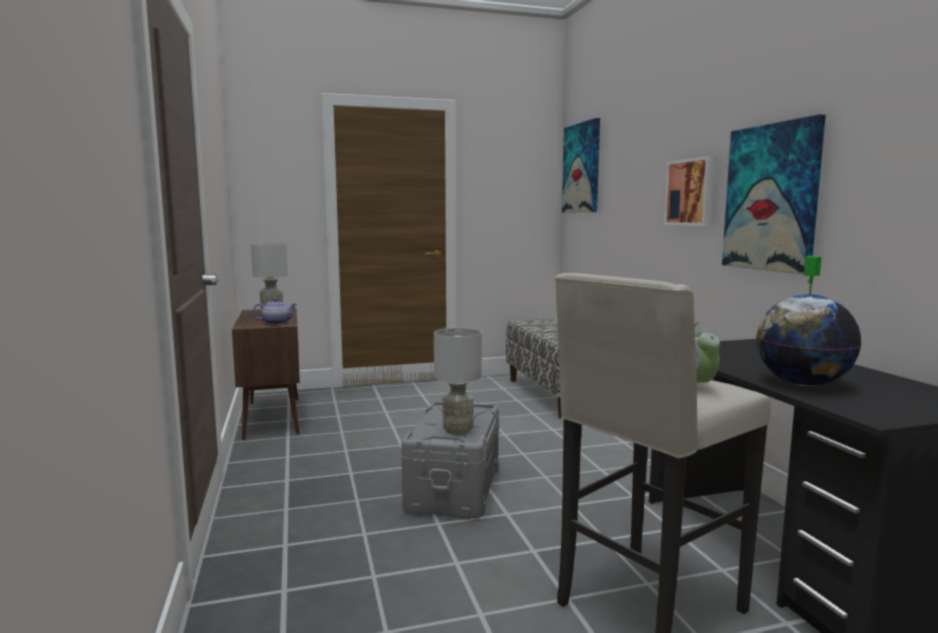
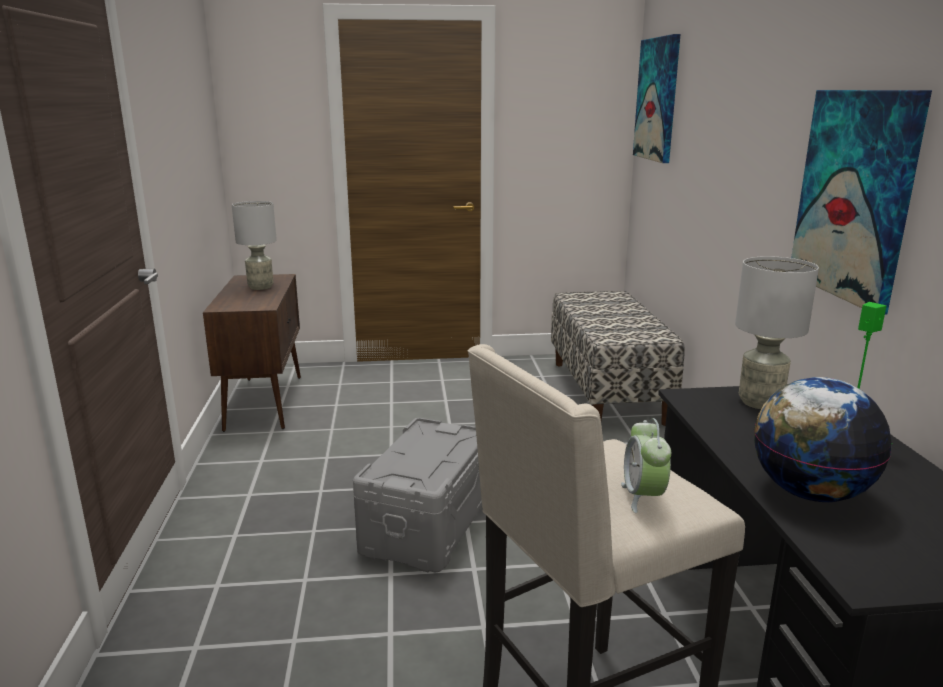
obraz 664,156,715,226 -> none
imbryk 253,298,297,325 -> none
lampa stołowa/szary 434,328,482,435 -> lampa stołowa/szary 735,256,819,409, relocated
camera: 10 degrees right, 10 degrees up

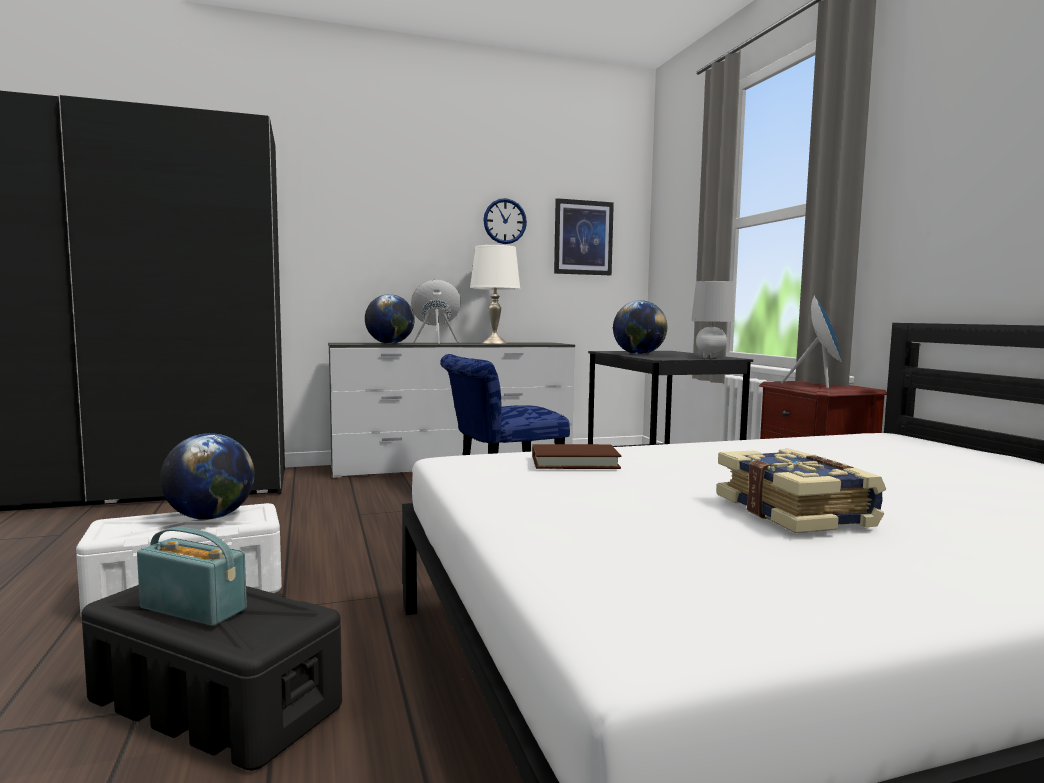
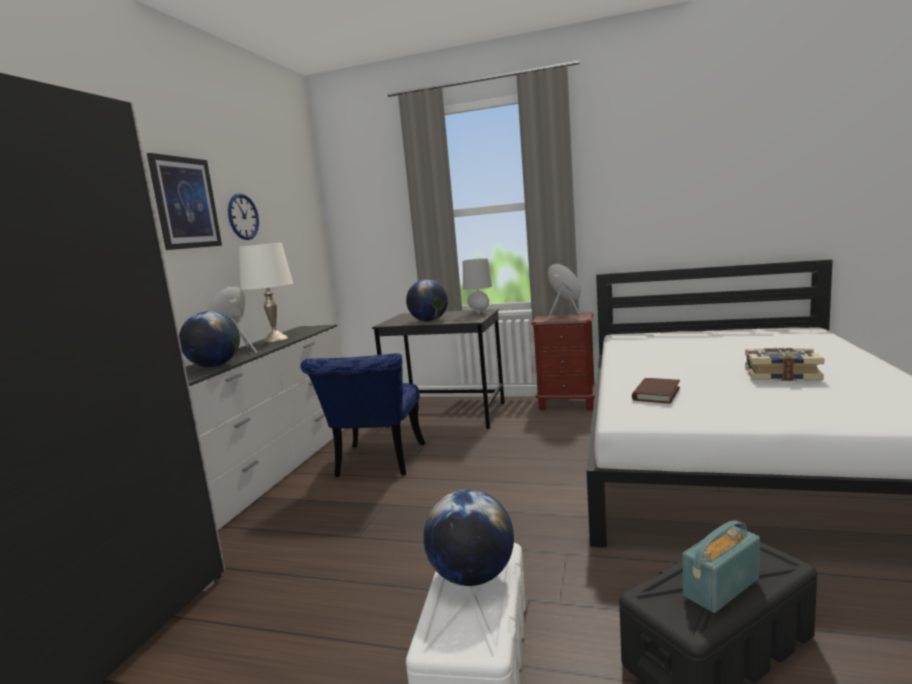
obraz 554,198,614,275 -> obraz 147,153,222,250, relocated
camera: 55 degrees left, 5 degrees up

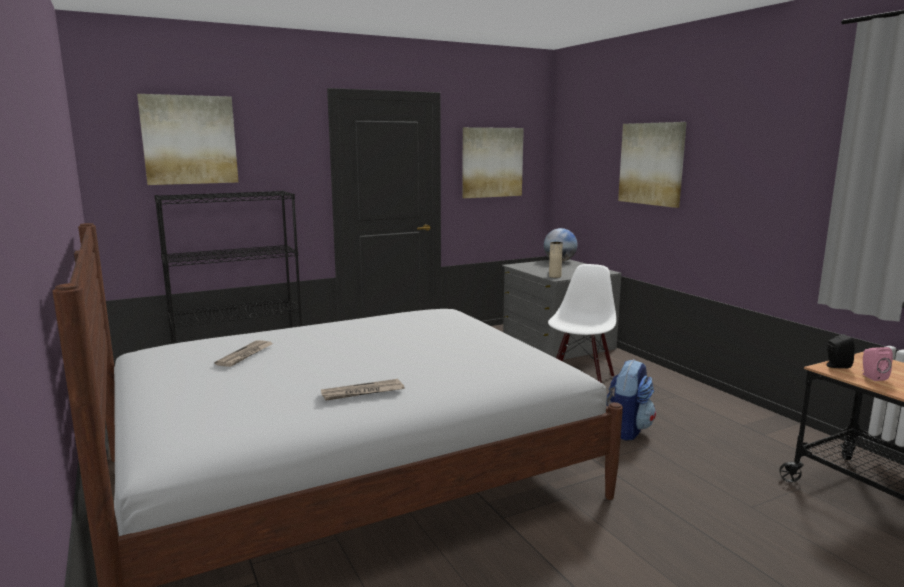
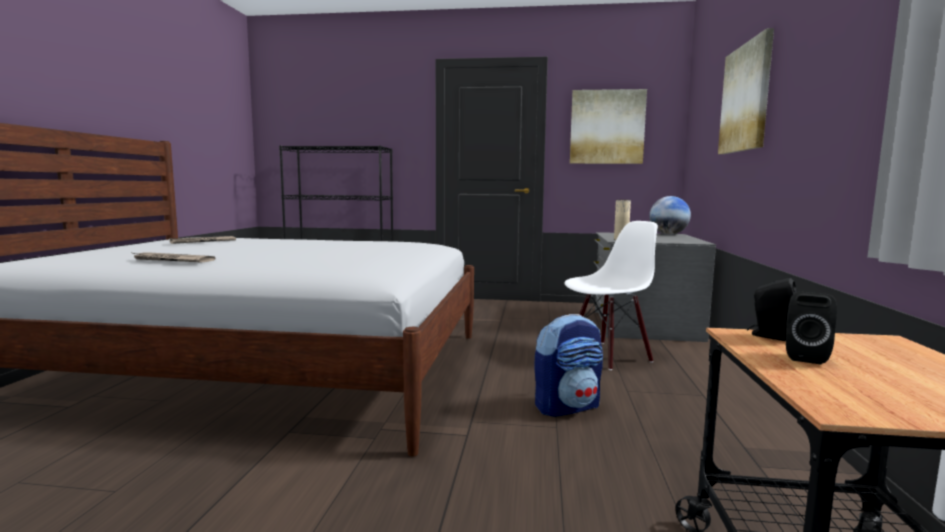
obraz 137,94,239,185 -> none
głośnik/różowy 862,347,893,381 -> głośnik/czarny 786,292,837,364
camera: 35 degrees right, 5 degrees down

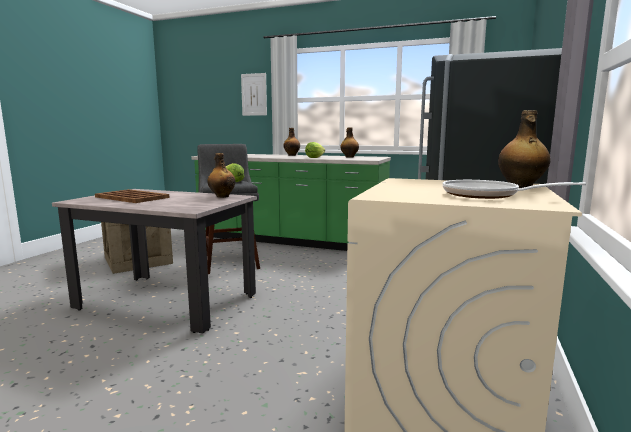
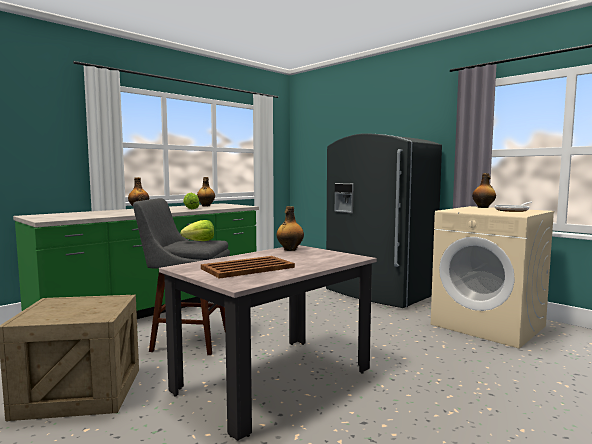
obraz 241,73,267,116 -> none
camera: 65 degrees left, 5 degrees down

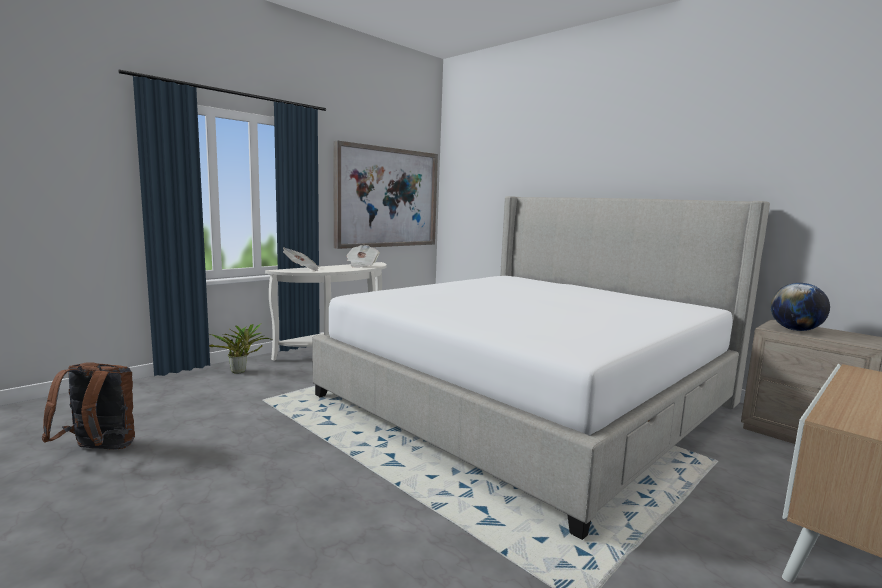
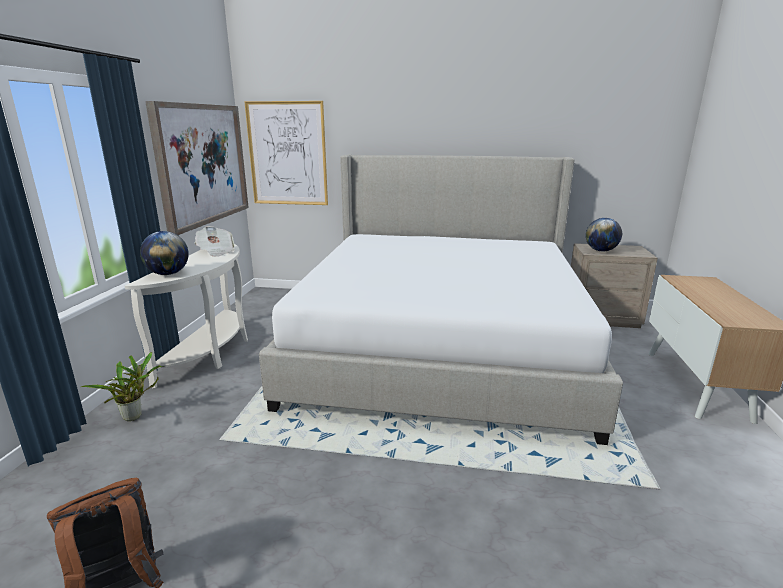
gazeta 283,248,319,271 -> globus 140,231,189,275
none -> obraz 244,101,328,205
camera: 35 degrees left, 10 degrees up

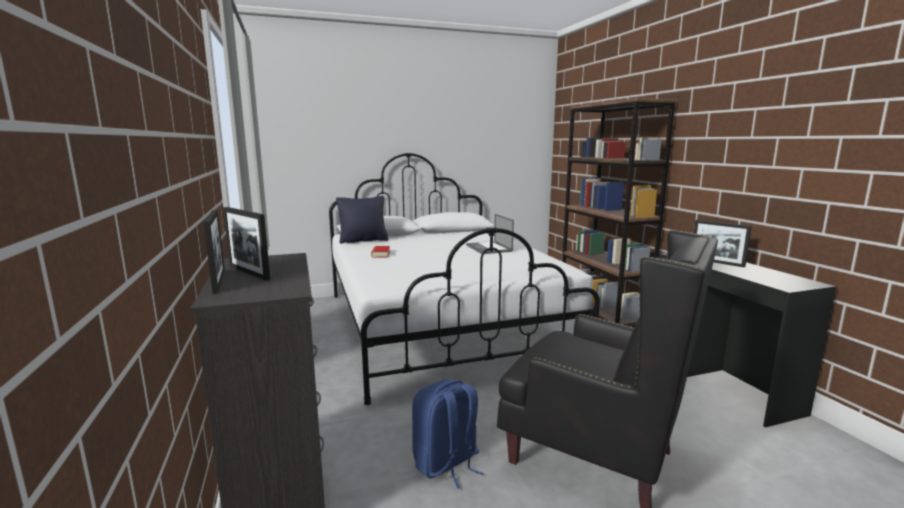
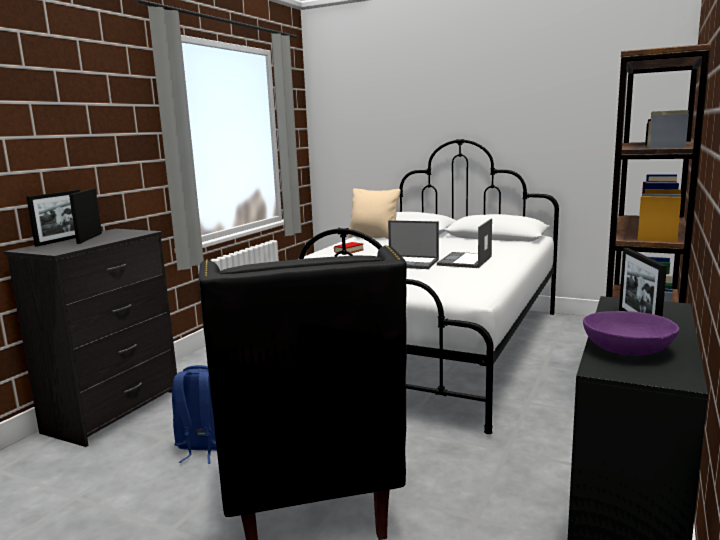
poduszka/czarny 336,196,388,244 -> poduszka/beżowy 348,188,401,239
none -> laptop 388,220,439,269
none -> miska/fioletowy 583,311,679,356
camera: 45 degrees right, 0 degrees up

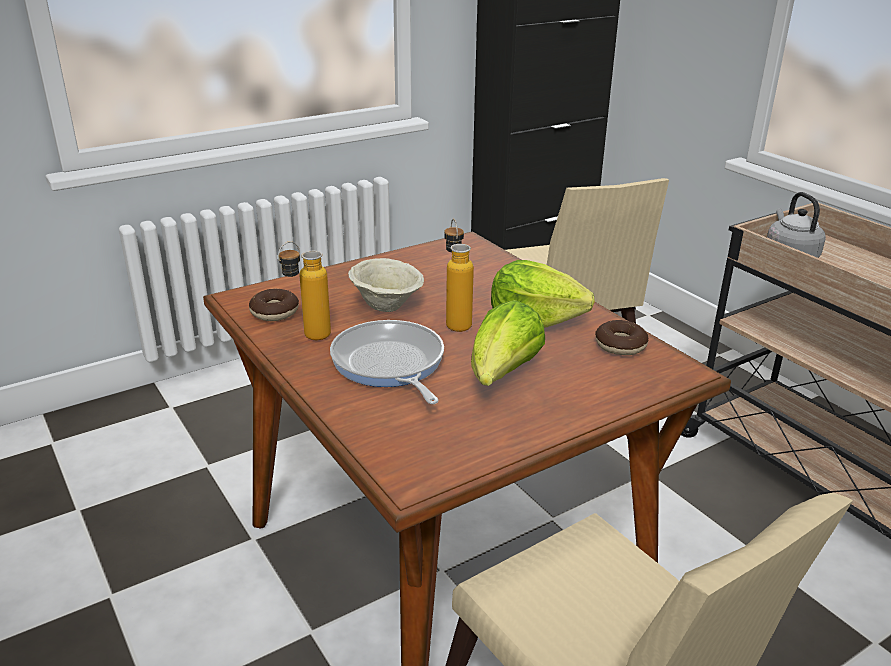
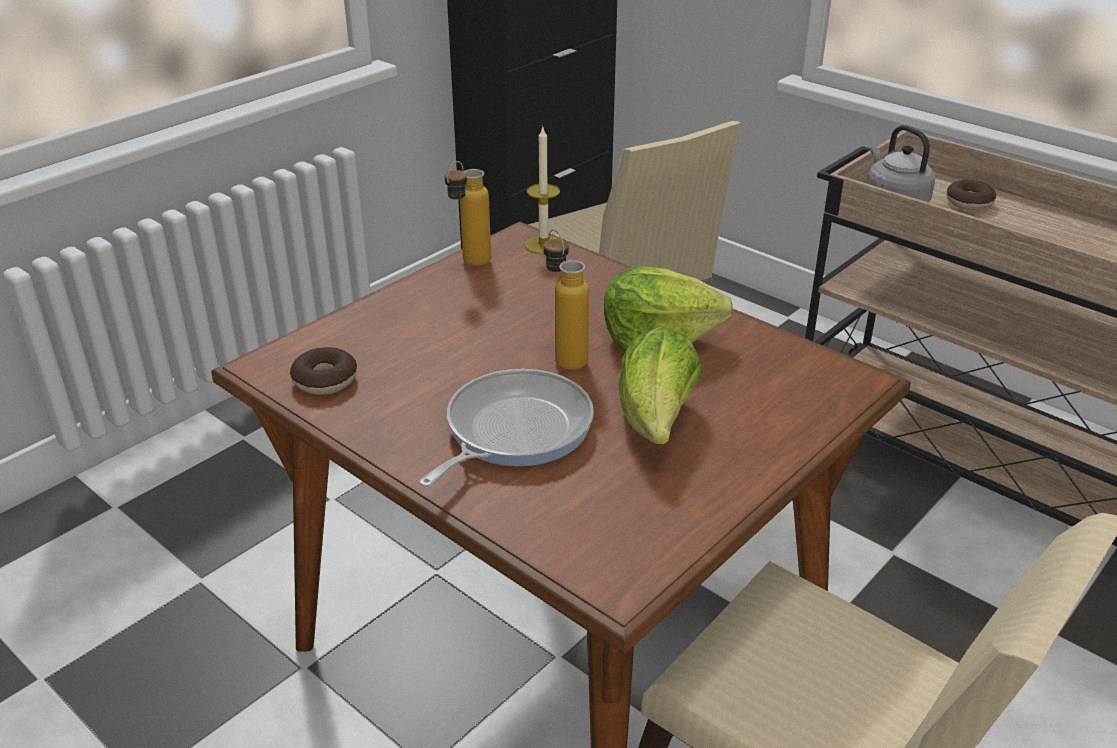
butelka 278,241,331,340 -> butelka 444,161,491,266, relocated
miska/beżowy 348,258,424,312 -> none
patelnia 330,320,444,404 -> patelnia 419,369,594,487, 75 degrees clockwise
donut 595,320,648,355 -> donut 946,180,996,210, relocated
none -> świeca 525,127,560,254
camera: 15 degrees left, 5 degrees up

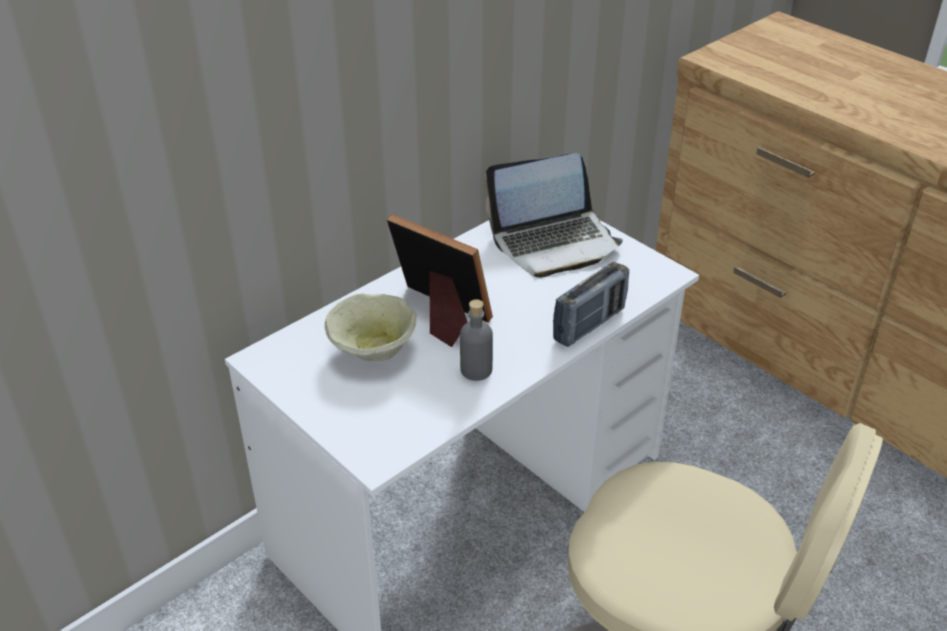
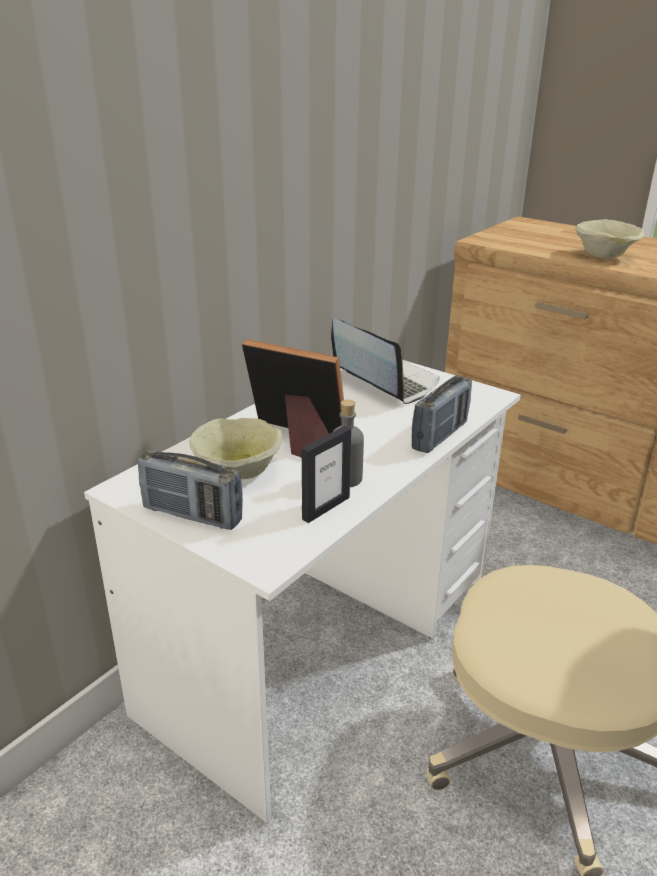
laptop 486,153,623,278 -> laptop 331,318,439,404, 105 degrees counterclockwise
none -> miska/beżowy 575,219,645,258
none -> ramka na zdjęcie 302,426,351,523
none -> radio 138,450,243,530
camera: 10 degrees left, 10 degrees down

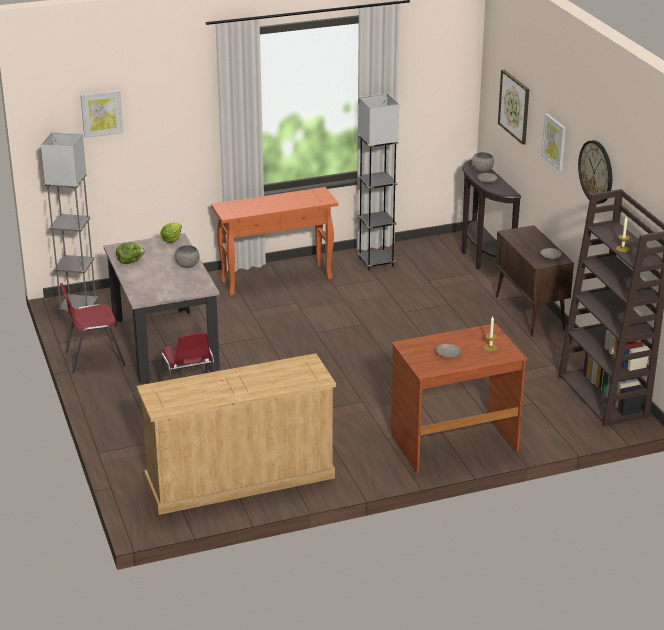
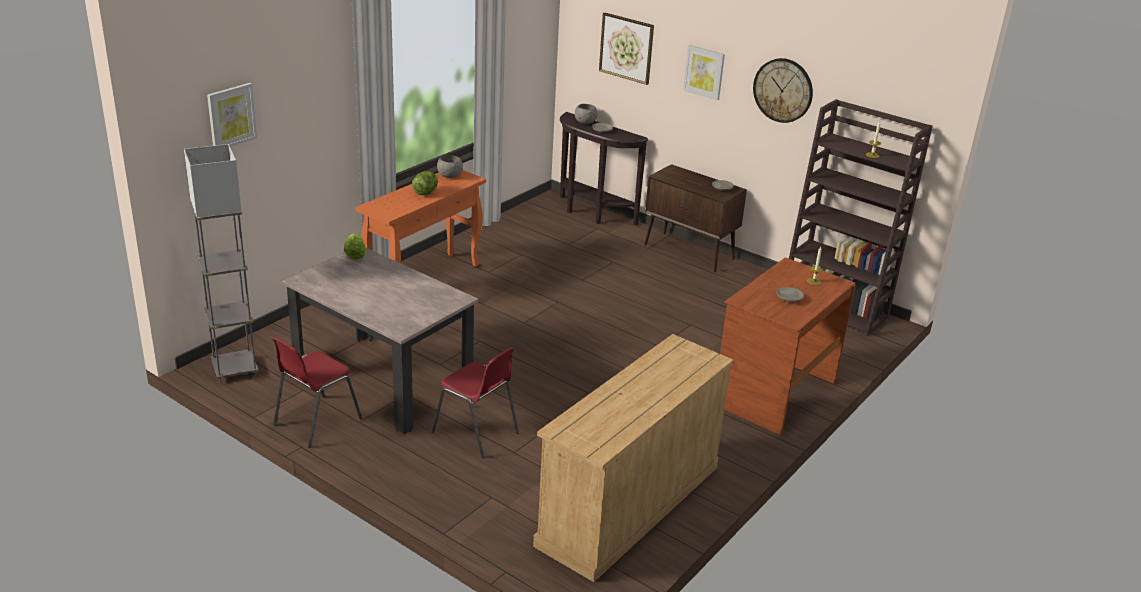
lampa stojąca/szary 357,93,399,271 -> none
sałata 116,242,145,264 -> sałata 412,171,438,195, relocated
miska/szary 175,245,200,268 -> miska/szary 437,155,463,178, relocated
camera: 35 degrees left, 0 degrees up

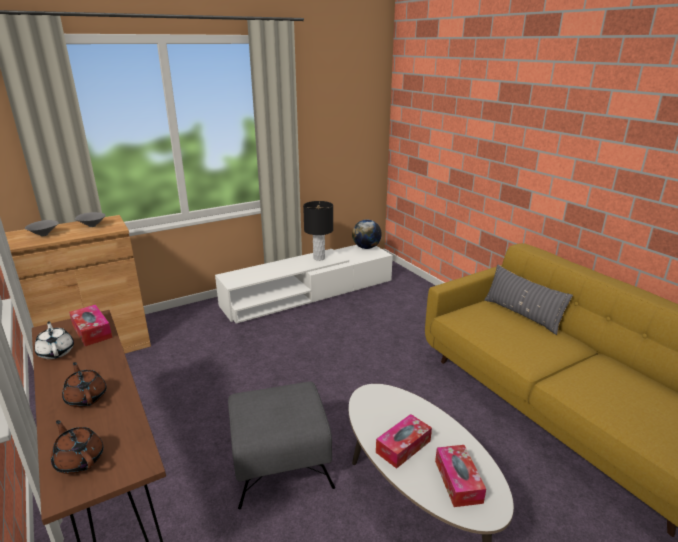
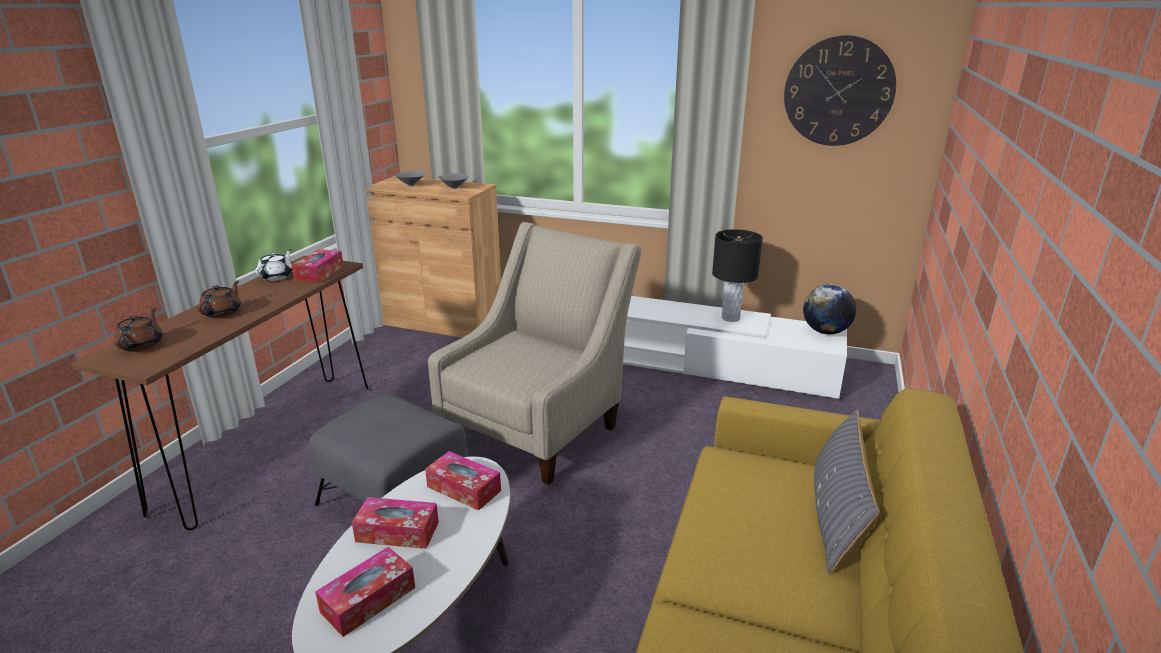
none -> zegar ścienny 784,35,896,146
none -> fotel/beżowy 428,222,641,485
none -> pudełko chusteczek 425,451,501,511
camera: 50 degrees right, 0 degrees up

